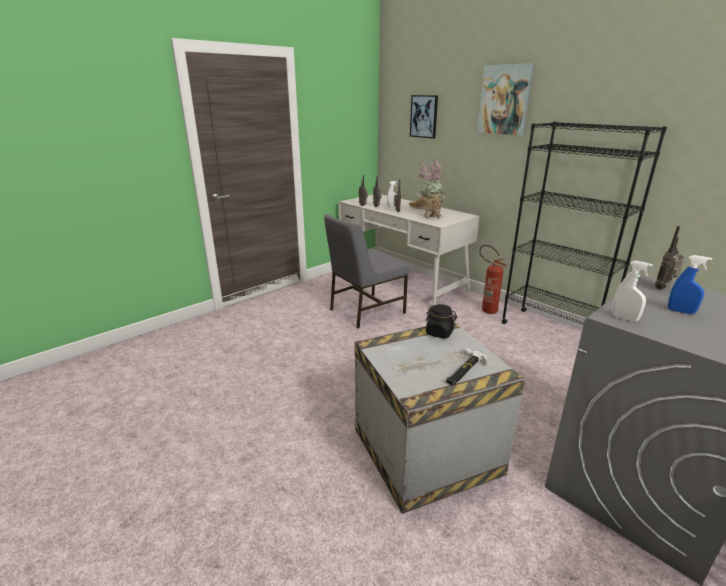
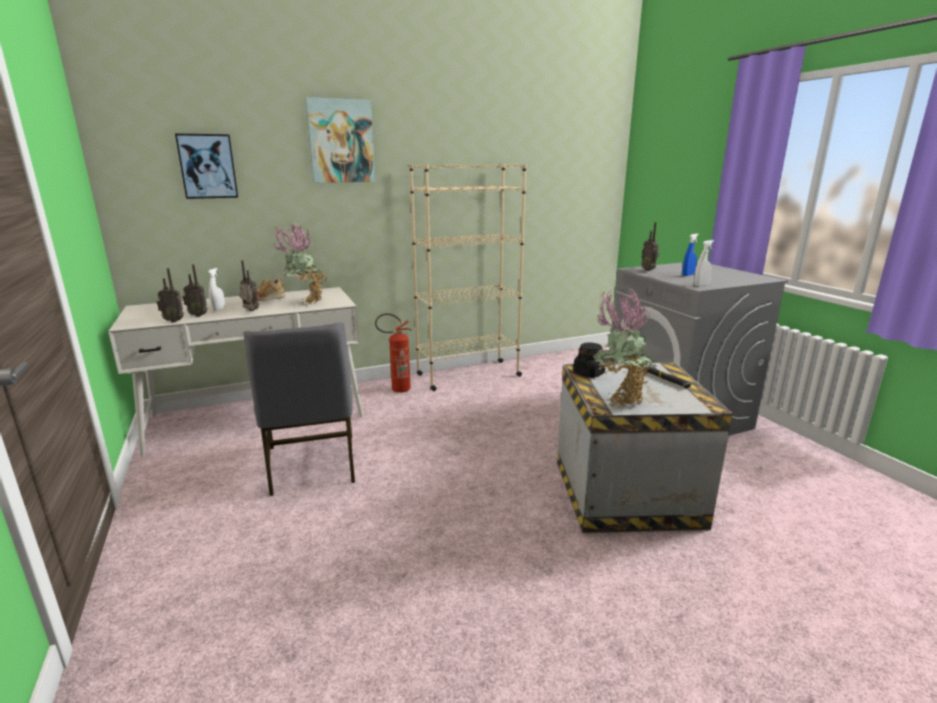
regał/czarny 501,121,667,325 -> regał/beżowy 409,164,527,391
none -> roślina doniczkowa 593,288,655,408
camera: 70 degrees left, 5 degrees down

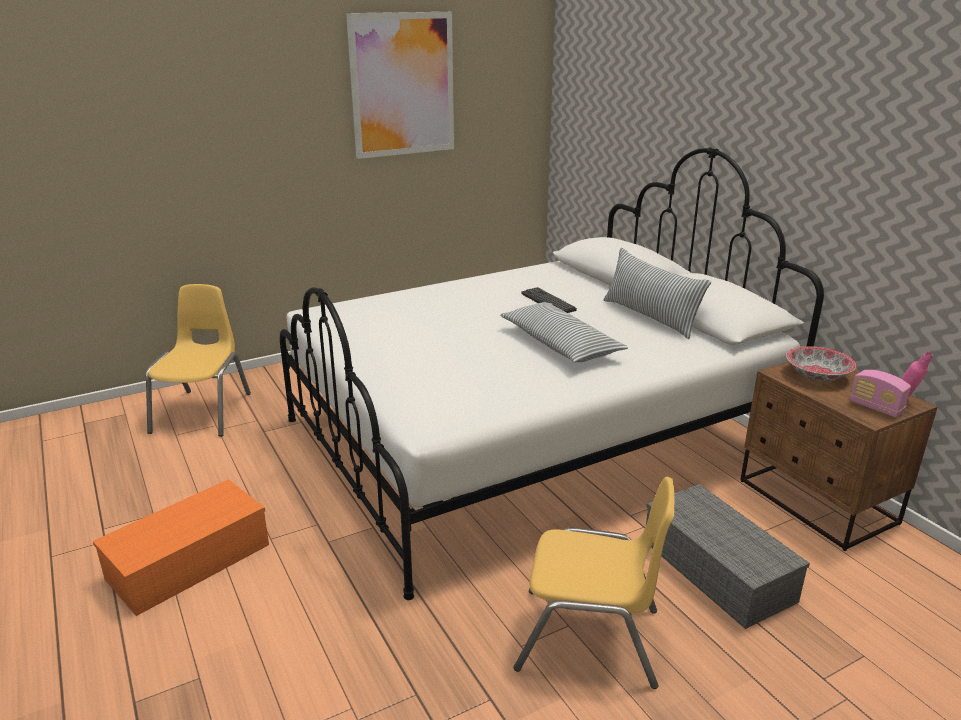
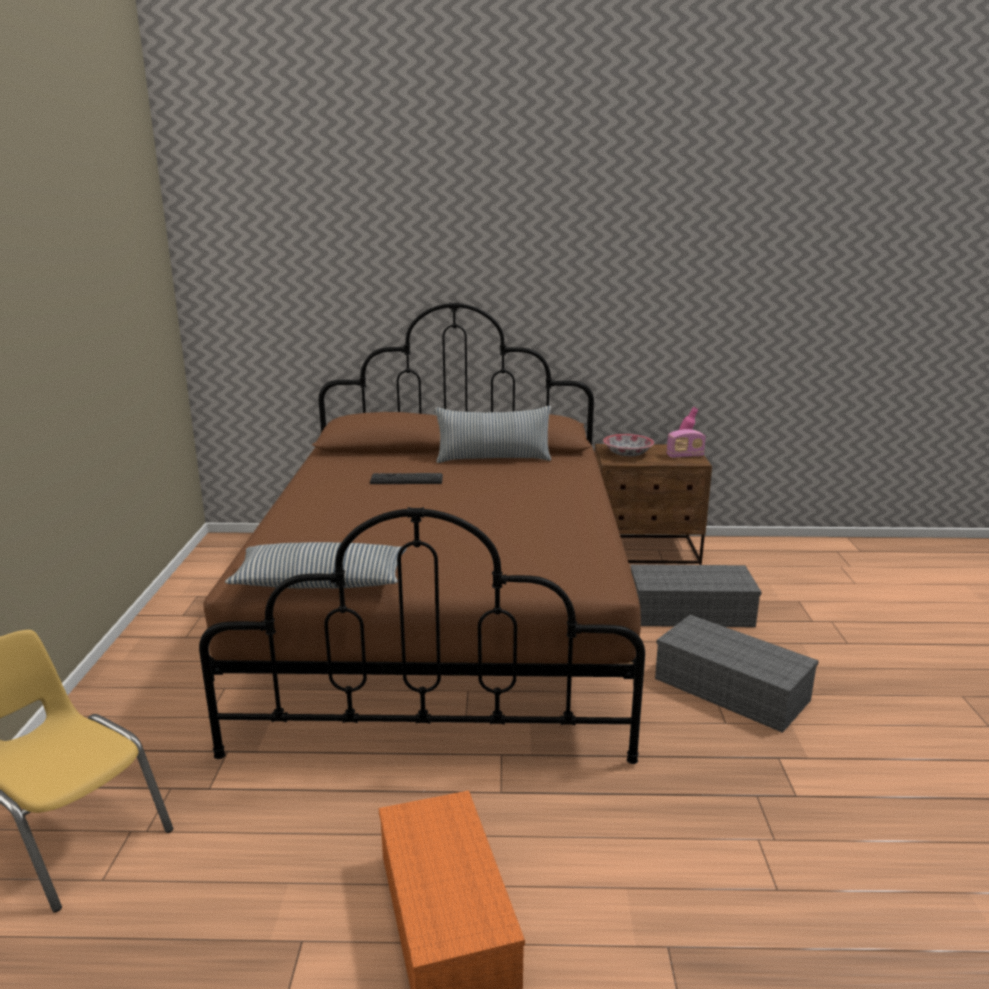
obraz 346,12,454,159 -> none
łóżko/biały 280,147,824,600 -> łóżko/brązowy 199,302,645,764
poduszka 500,302,628,363 -> poduszka 225,542,407,588, relocated
krzesło/żółty 514,476,674,689 -> pojemnik do przechowywania/szary 655,615,819,733
camera: 60 degrees left, 5 degrees down

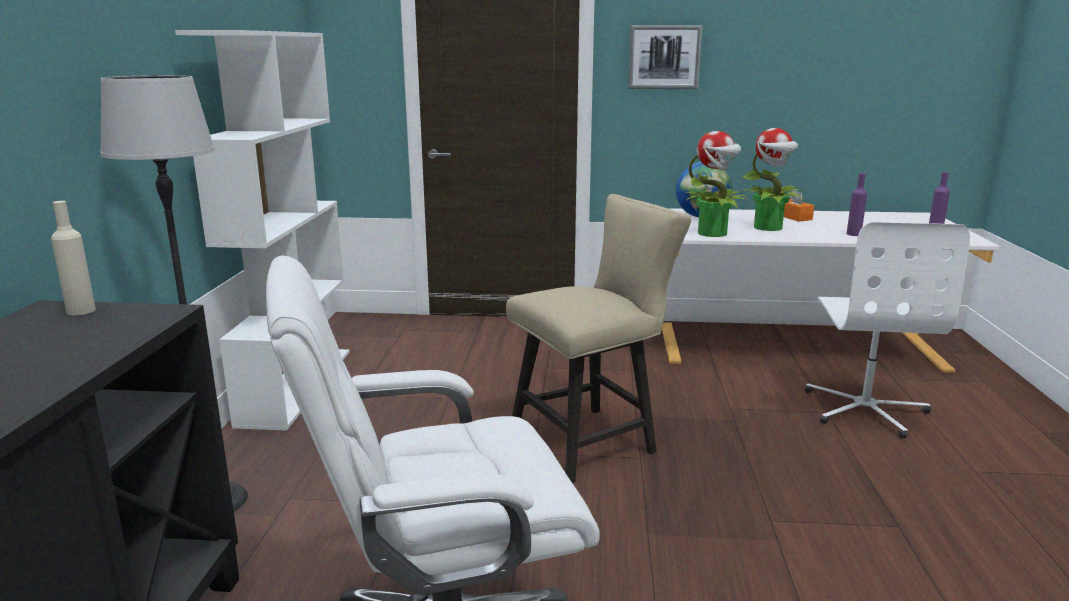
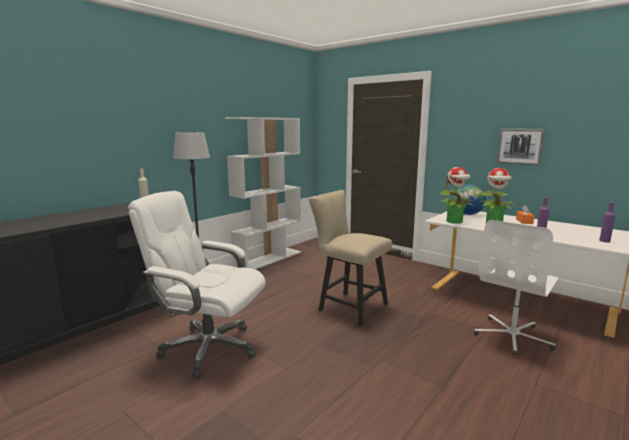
obraz 628,25,702,89 -> obraz 496,129,545,166, relocated
krzesło/beżowy 506,194,691,483 -> krzesło/beżowy 309,190,392,326, 150 degrees counterclockwise
camera: 35 degrees right, 5 degrees down

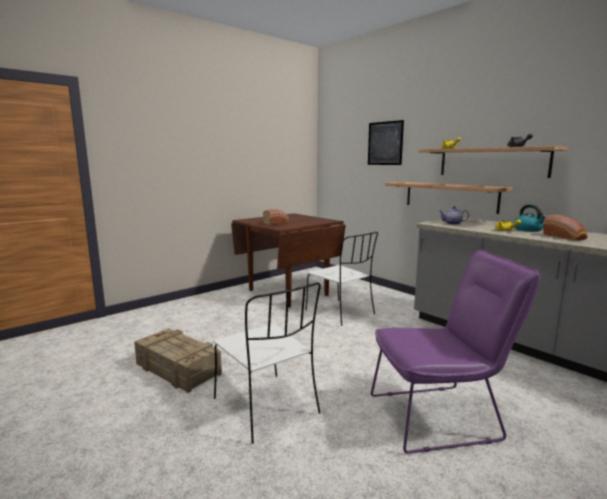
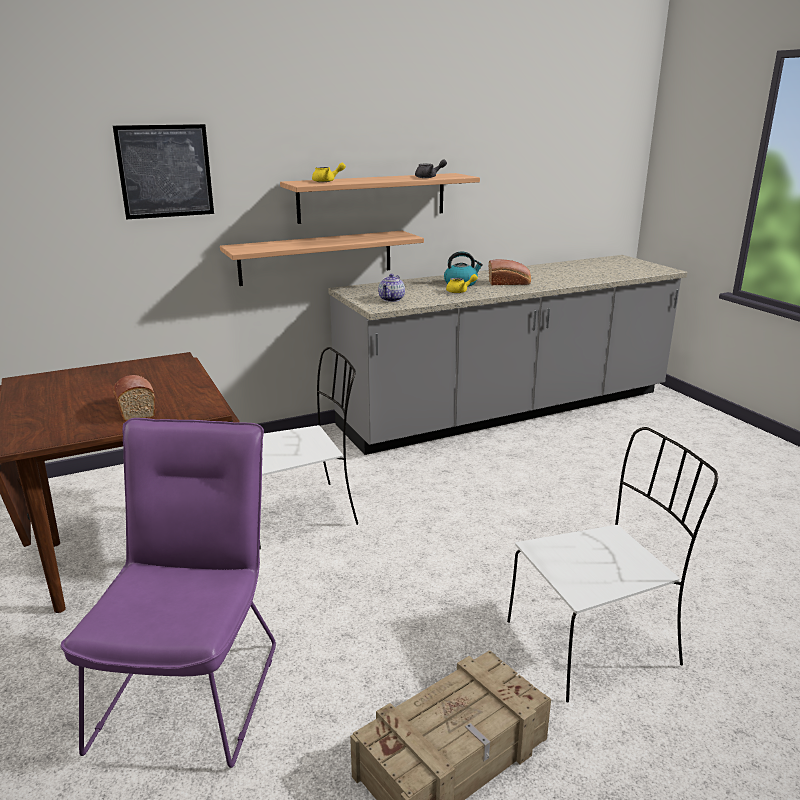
krzesło/fioletowy 371,249,541,454 -> krzesło/fioletowy 60,418,276,768, relocated
camera: 75 degrees left, 10 degrees up

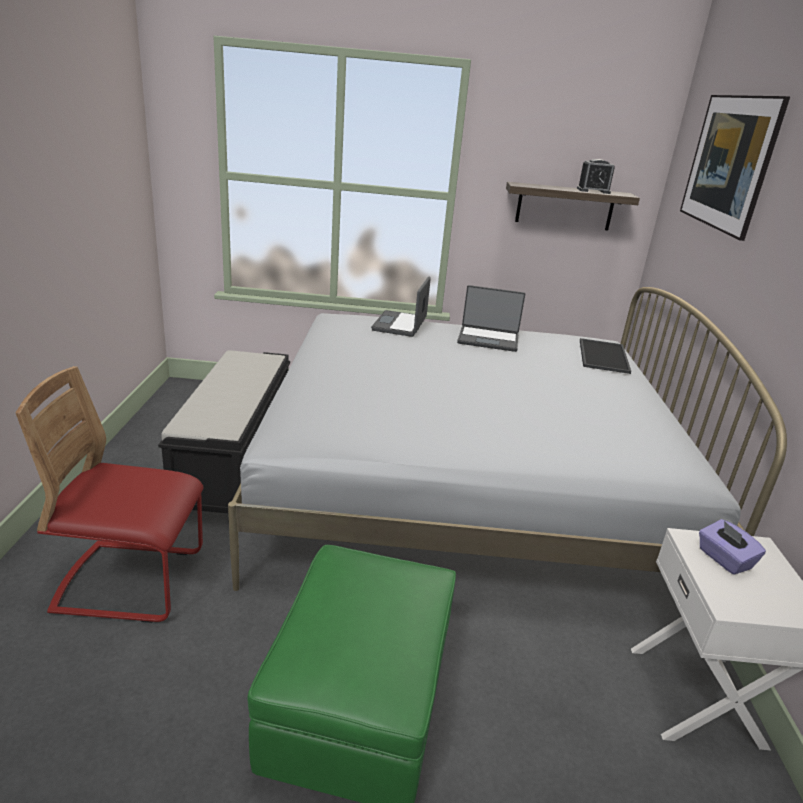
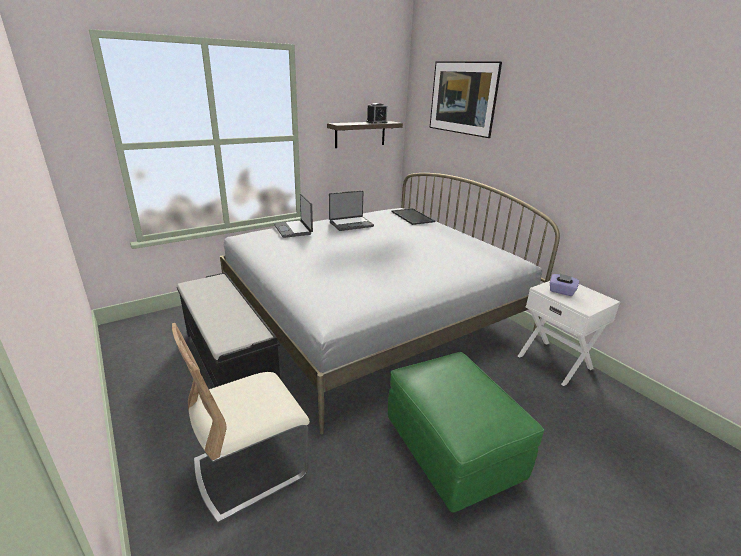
krzesło/czerwony 16,366,204,623 -> krzesło/beżowy 172,323,310,523
camera: 35 degrees left, 0 degrees up

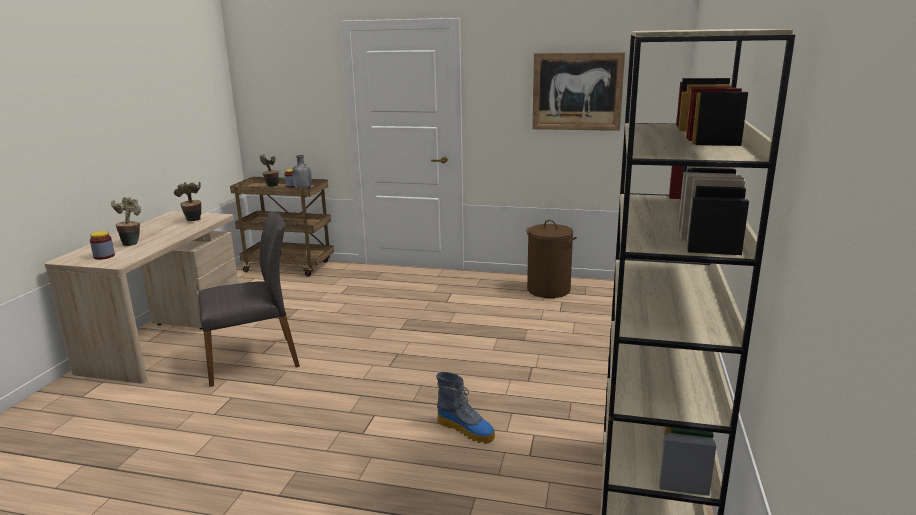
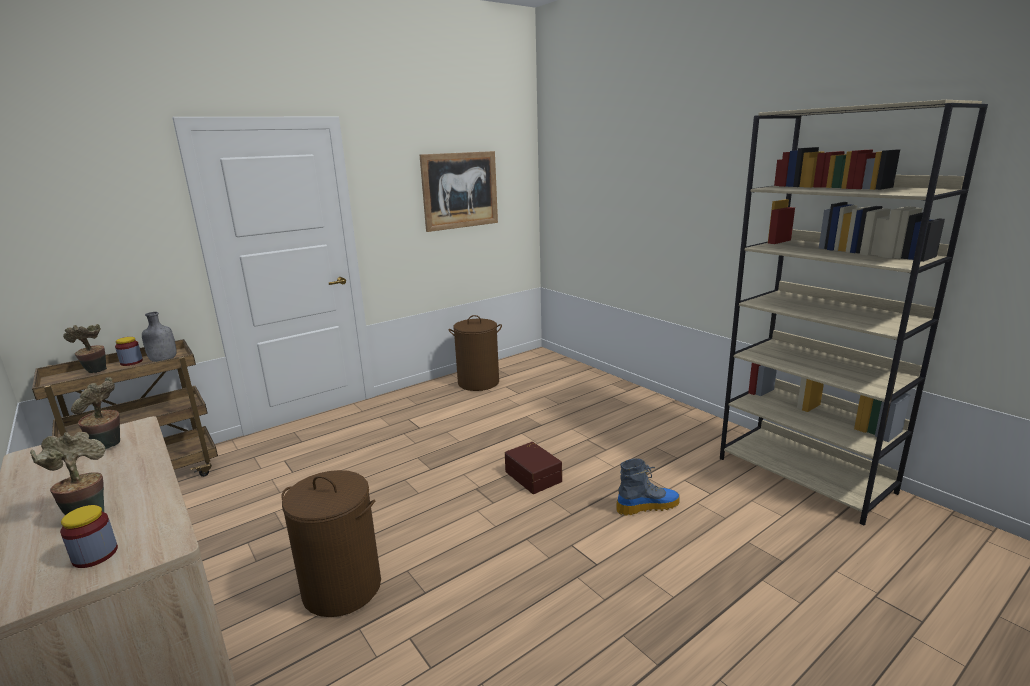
krzesło/szary 199,211,300,387 -> kosz na pranie/brązowy 281,470,381,617
none -> pojemnik do przechowywania/brązowy 505,442,562,494
camera: 50 degrees left, 0 degrees up

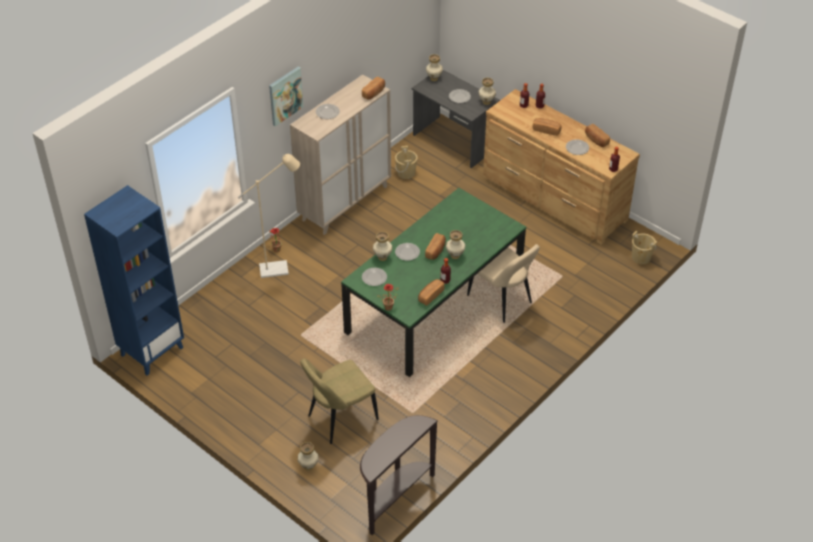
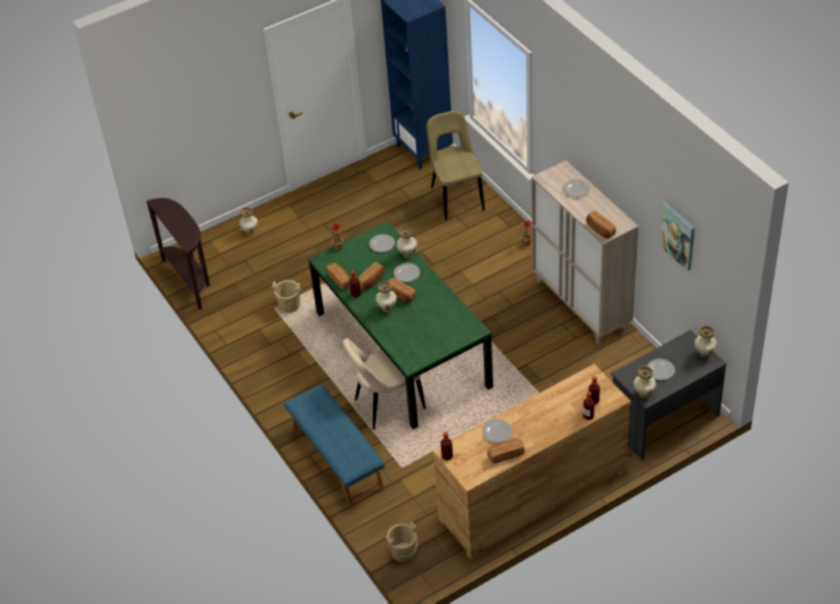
obraz 269,67,303,126 -> obraz 658,201,695,271, relocated
chleb 532,118,562,136 -> chleb 358,262,384,289, relocated
wiadro/beżowy 395,146,418,179 -> wiadro/beżowy 272,280,301,313, relocated
lampa stojąca/beżowy 238,154,300,278 -> none
krzesło/beżowy 300,358,379,444 -> krzesło/beżowy 426,111,485,220, relocated
none -> ławka/niebieski 284,384,385,508
camera: 110 degrees right, 0 degrees up

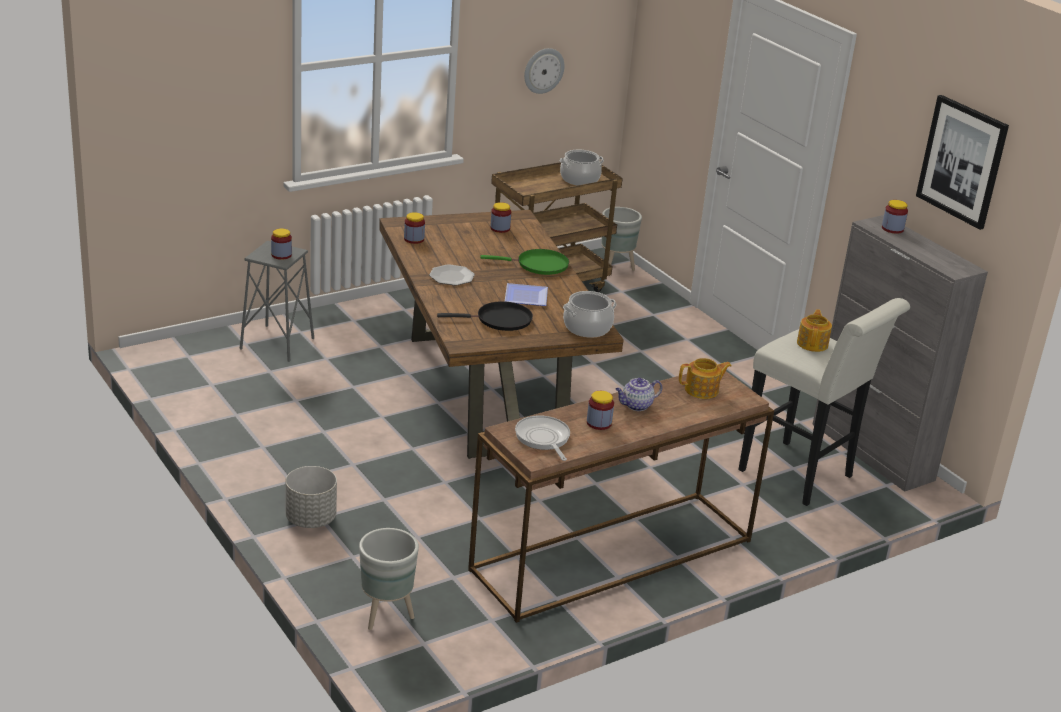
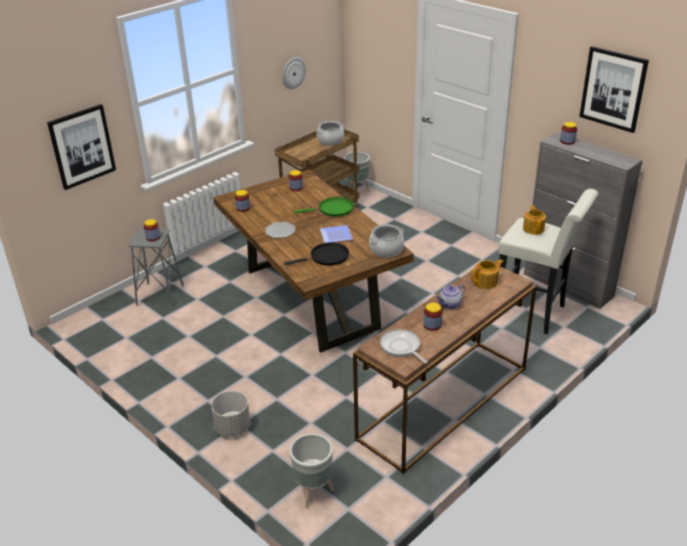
none -> obraz 47,104,116,190
camera: 10 degrees left, 5 degrees up

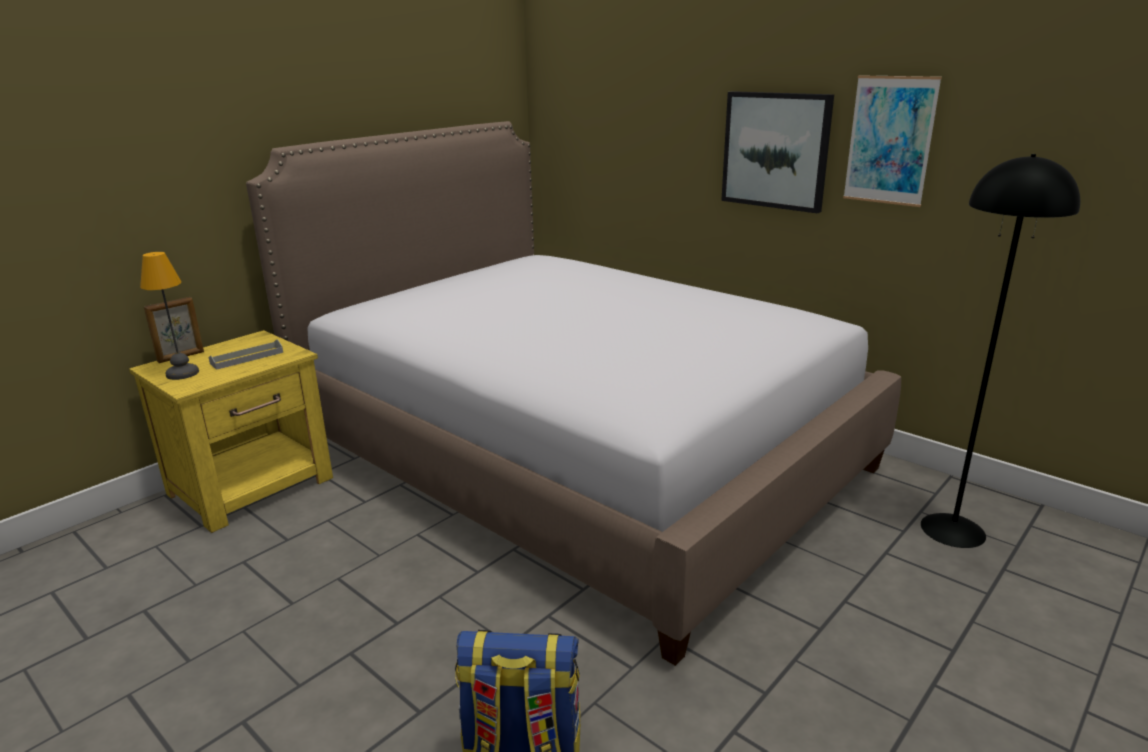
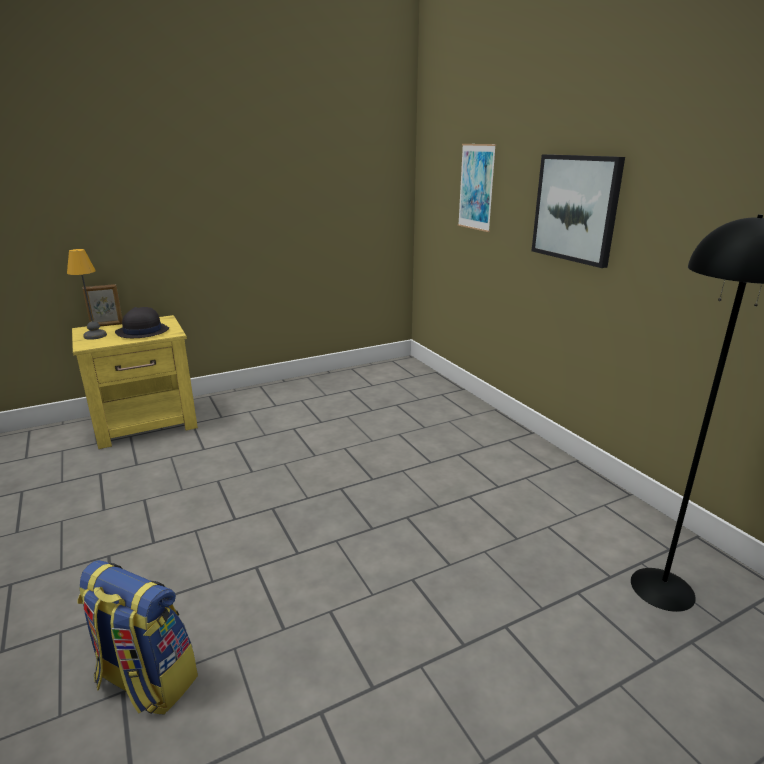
obraz 843,75,942,207 -> obraz 458,144,496,232, relocated
łóżko 246,121,901,666 -> none
taca/szary 208,339,283,370 -> kapelusz/czarny 115,307,169,338
camera: 20 degrees right, 0 degrees up

